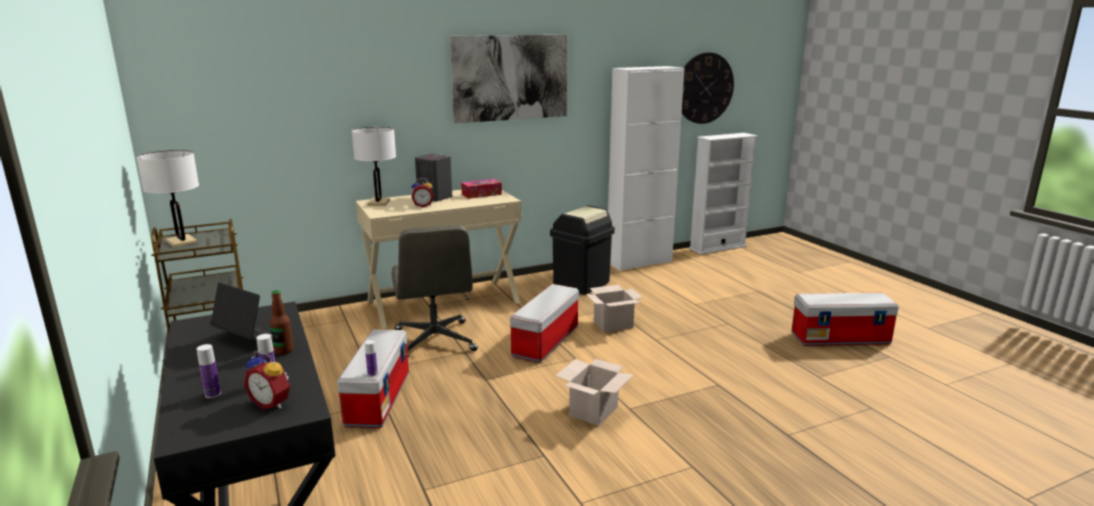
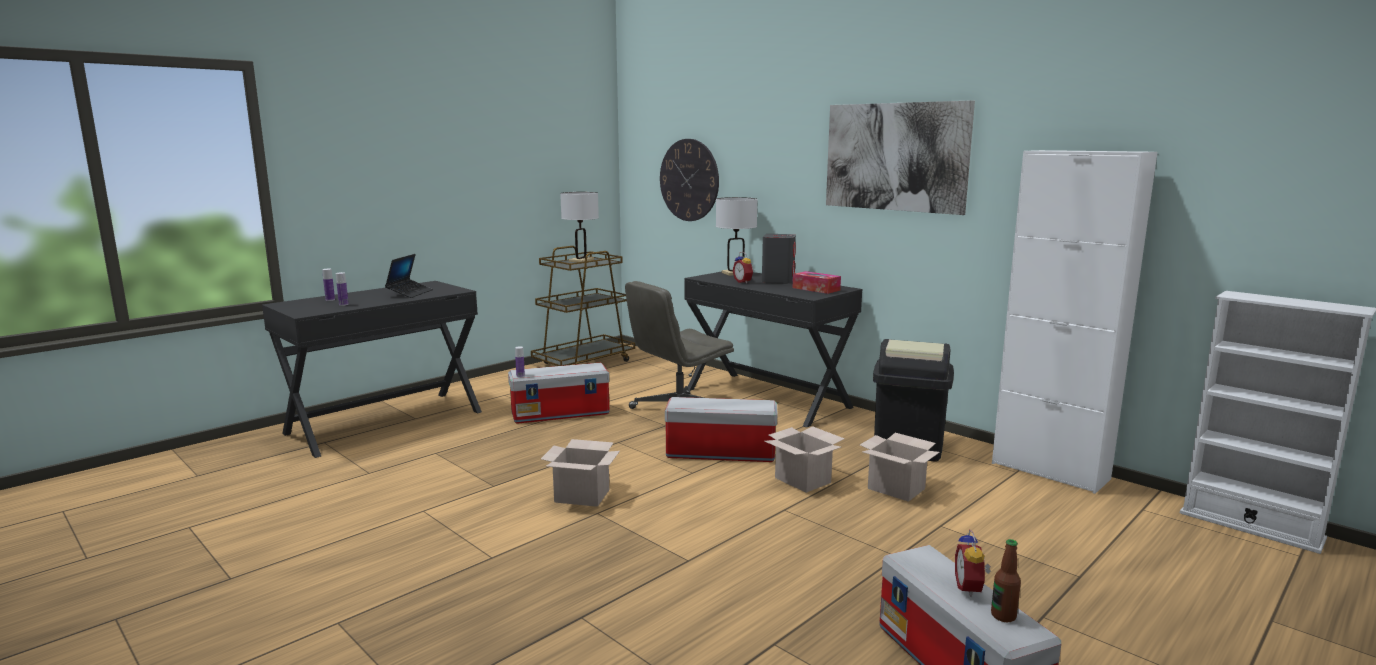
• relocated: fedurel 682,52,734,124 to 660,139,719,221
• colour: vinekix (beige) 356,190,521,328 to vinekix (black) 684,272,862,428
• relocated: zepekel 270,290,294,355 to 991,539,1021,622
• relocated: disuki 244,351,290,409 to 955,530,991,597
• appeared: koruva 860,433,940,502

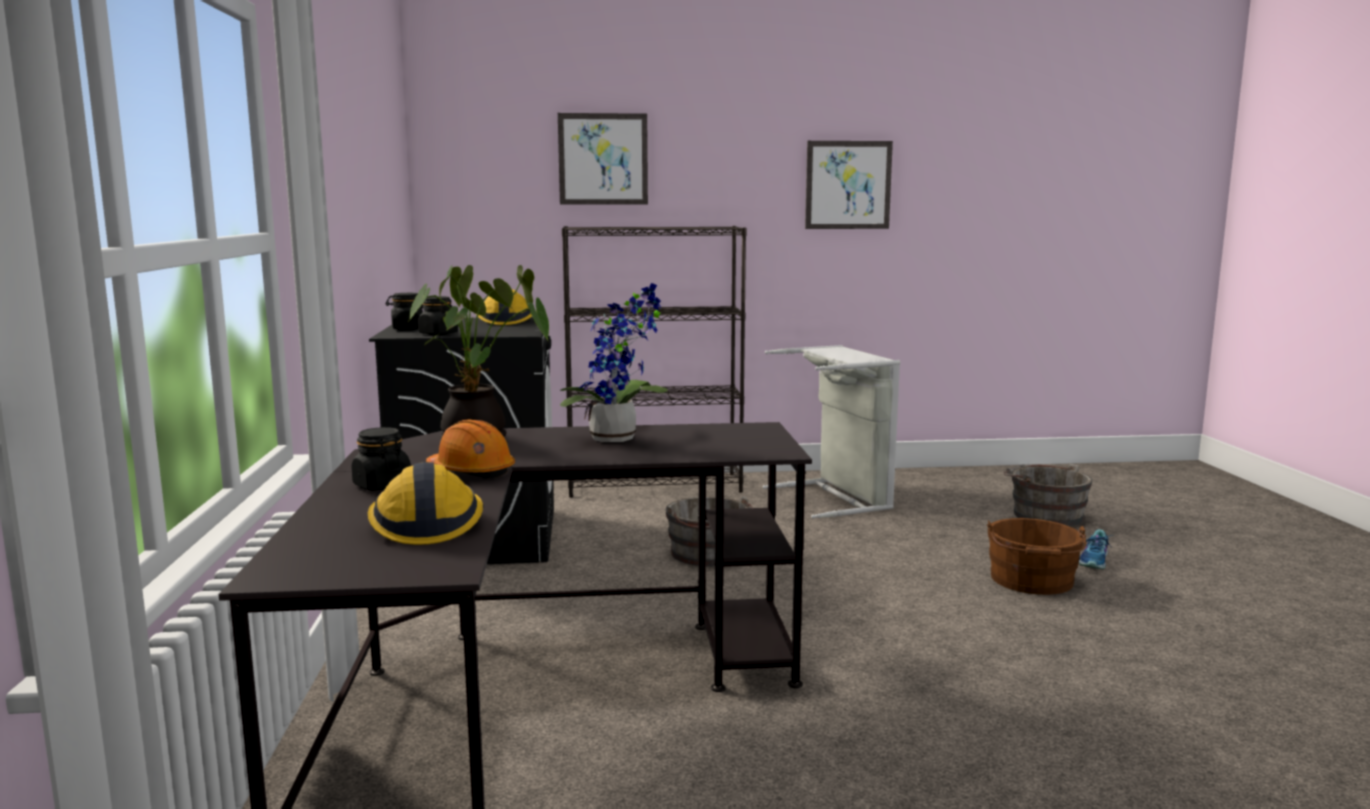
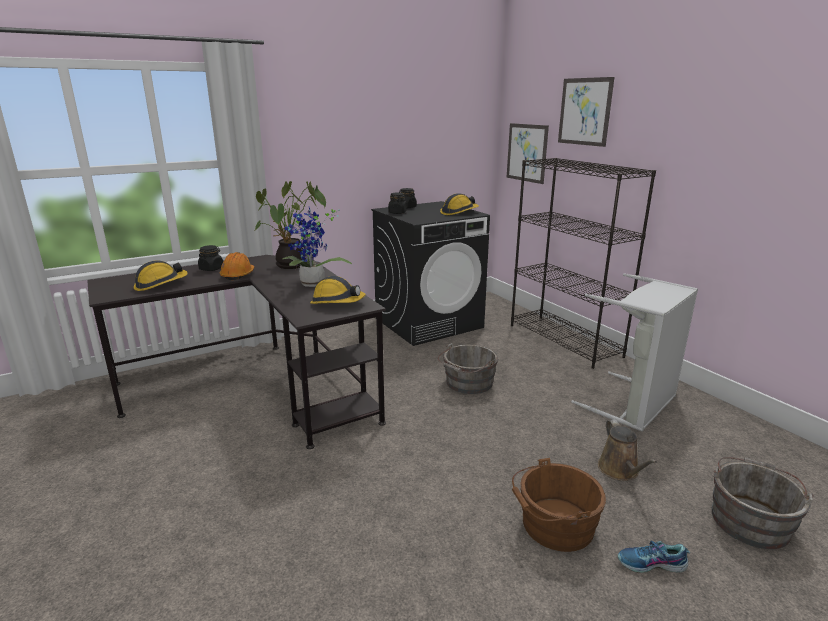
• relocated: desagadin 805,141,893,229 to 507,123,549,184
• appeared: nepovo 310,276,366,304
• appeared: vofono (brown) 598,419,657,481

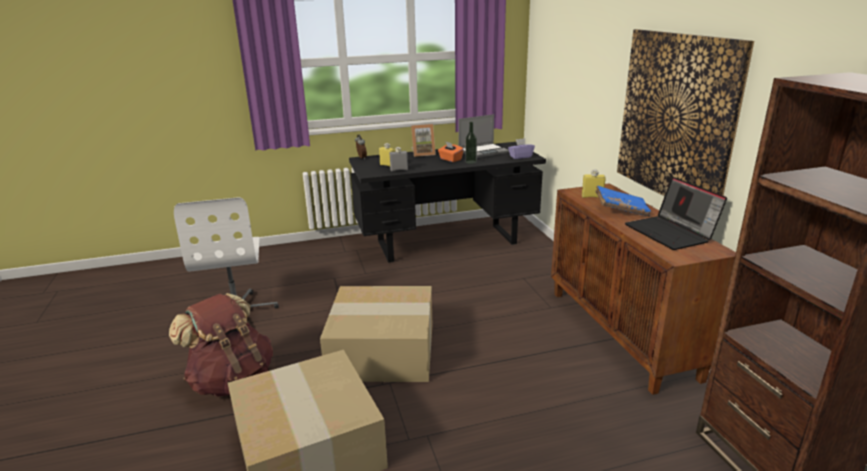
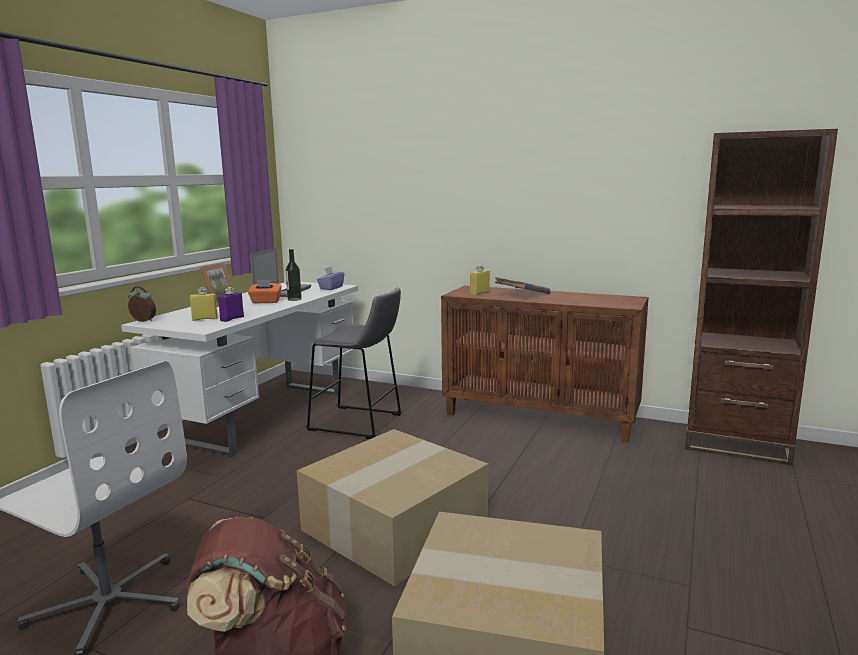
• missing: desagadin 617,29,754,196
• colour: vinekix (black) 349,142,546,263 to vinekix (white) 121,282,358,456
• colour: zepekel (grey) 390,147,408,171 to zepekel (purple) 218,287,244,322
• missing: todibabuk 625,177,727,250
• appeared: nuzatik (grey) 306,287,402,439

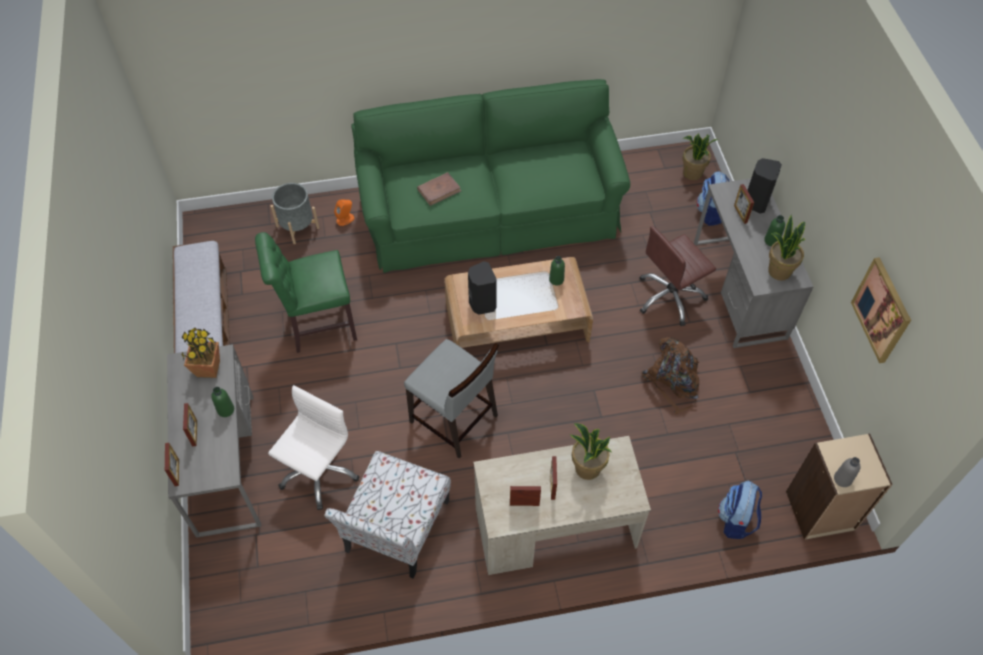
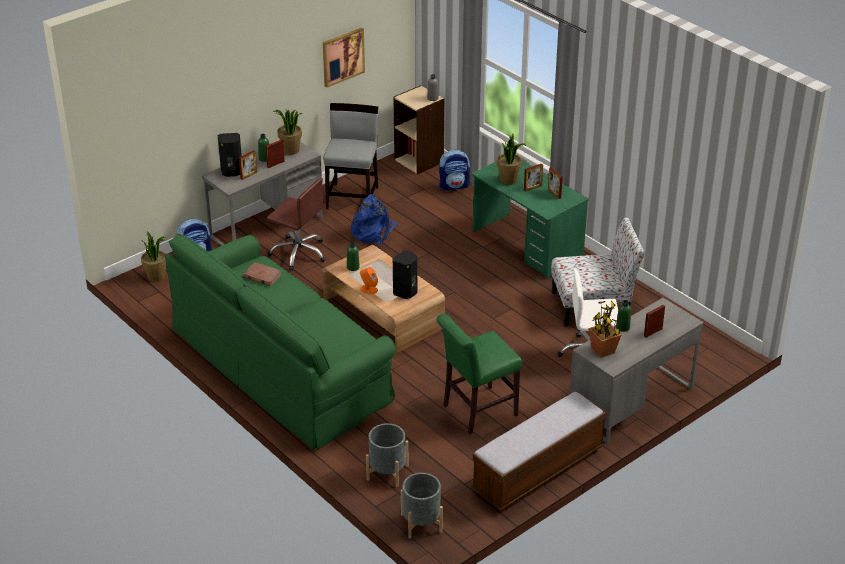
• relocated: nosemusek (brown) 417,172,461,206 to 243,262,282,286
• relocated: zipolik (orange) 334,200,354,226 to 360,267,378,294
• spun: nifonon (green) 255,232,357,353 = 437,313,522,434 105 degrees clockwise
• colour: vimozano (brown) 641,337,699,414 to vimozano (blue) 351,194,400,246
• relocated: nifonon (grey) 404,339,499,459 to 323,103,378,210
• colour: vinekix (beige) 473,436,651,575 to vinekix (green) 471,160,589,279
• relocated: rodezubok 165,443,179,486 to 266,139,285,168
• appeared: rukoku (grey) 401,473,443,538

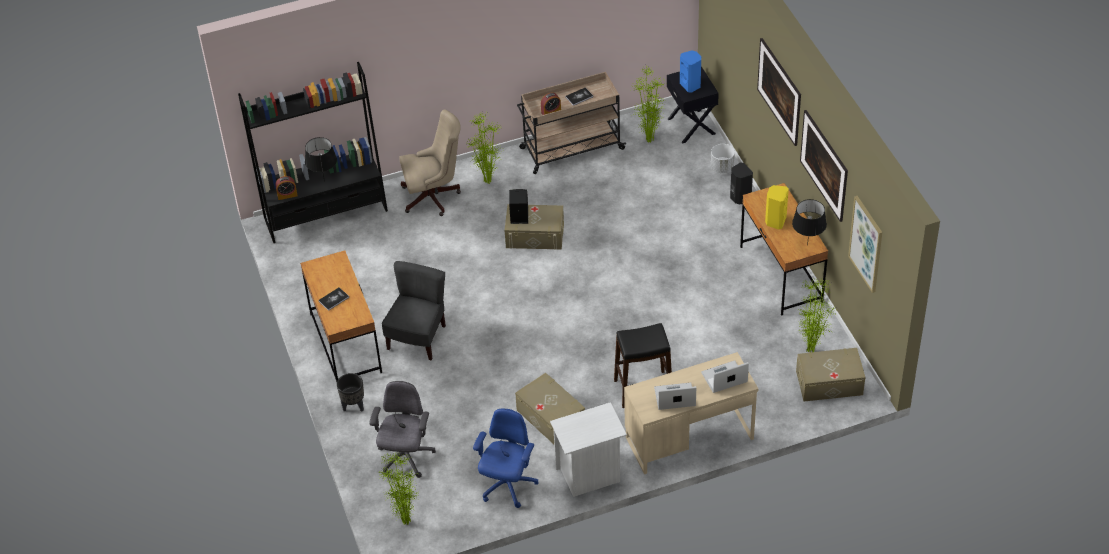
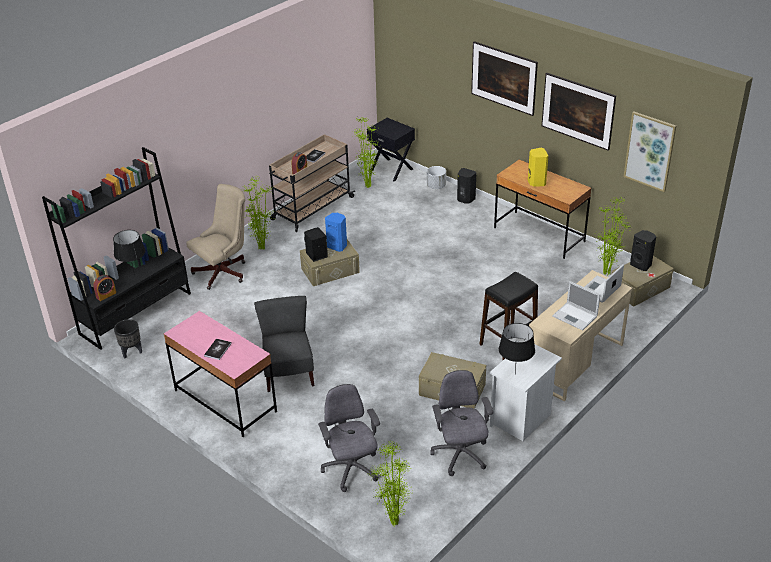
• relocated: zipolik (blue) 680,50,701,93 to 325,213,347,252
• relocated: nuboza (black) 792,199,827,246 to 499,323,535,373
• colour: vinekix (brown) 300,250,382,382 to vinekix (pink) 164,311,277,437
• relocated: rukoku (black) 337,373,364,411 to 114,319,142,359
• spun: todibabuk 654,383,696,410 = 552,281,600,331 105 degrees counterclockwise
• colour: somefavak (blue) 473,409,538,508 to somefavak (grey) 430,370,493,476
• appeared: zipolik (black) 630,230,656,271

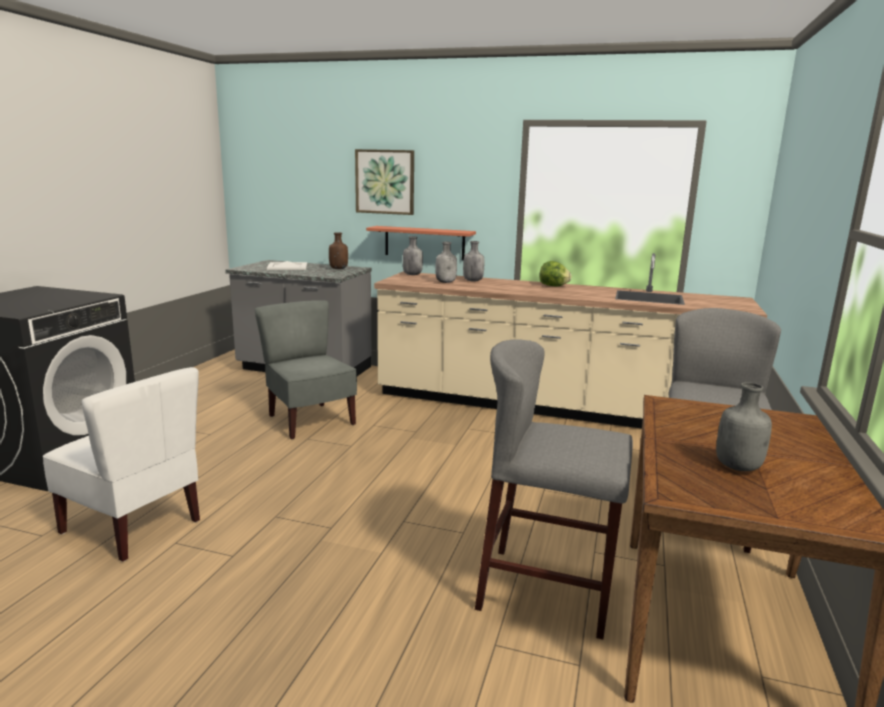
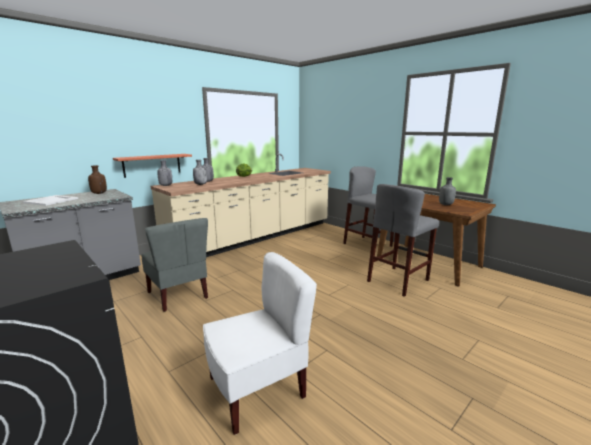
• missing: desagadin 355,149,414,215
• spun: nifonon (grey) 254,300,357,439 = 141,218,208,312 120 degrees counterclockwise

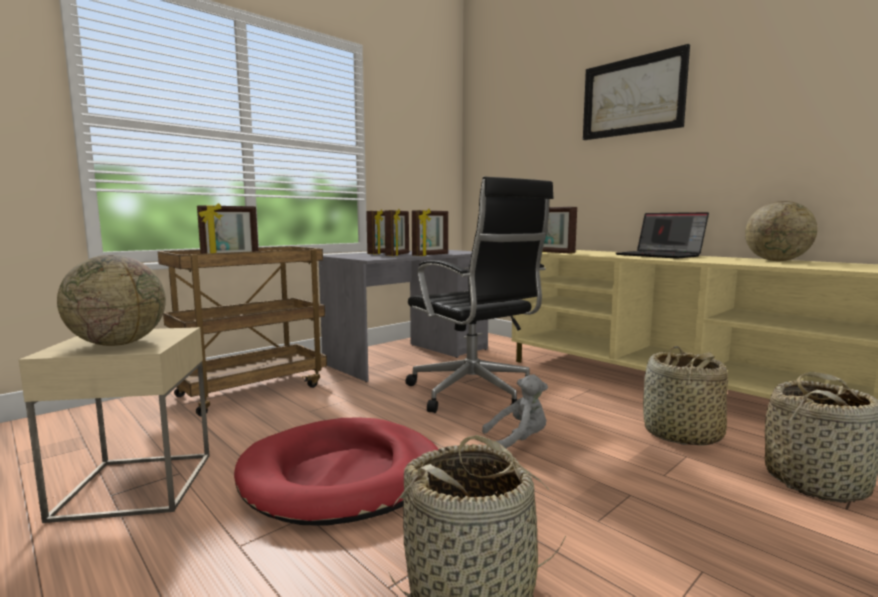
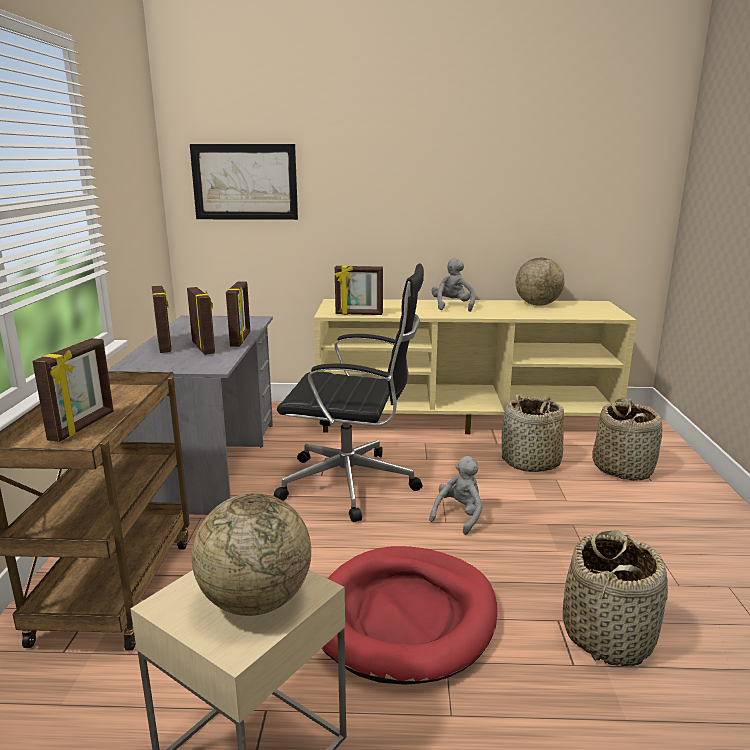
• relocated: desagadin 583,44,690,140 to 190,144,298,220
• exchanged: todibabuk 616,212,709,259 to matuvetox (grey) 431,258,476,312

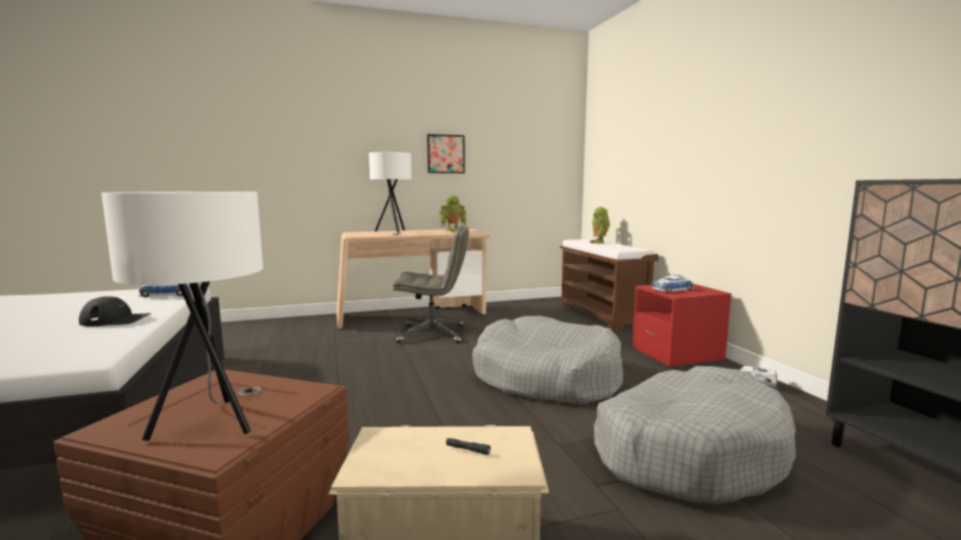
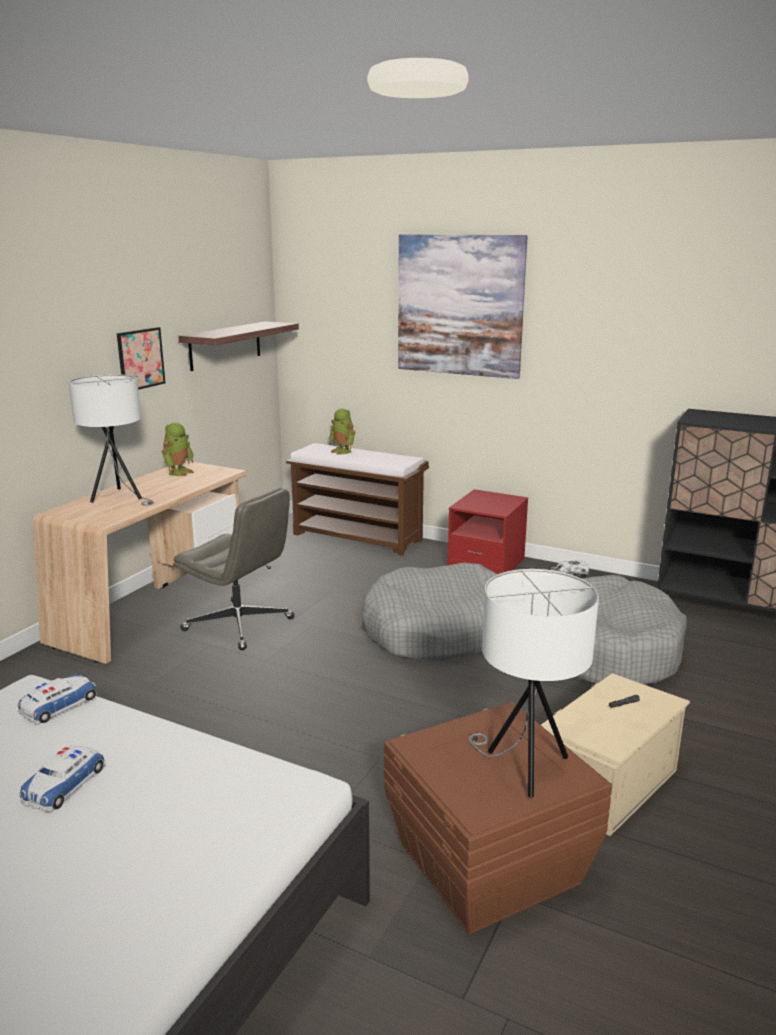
• spun: somefavak (grey) 392,226,469,344 = 173,488,295,650 75 degrees clockwise
• relocated: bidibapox 652,275,693,293 to 20,746,106,812
• missing: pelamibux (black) 79,296,152,326
• appeared: desagadin 398,234,528,379
• appeared: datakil 178,321,299,371

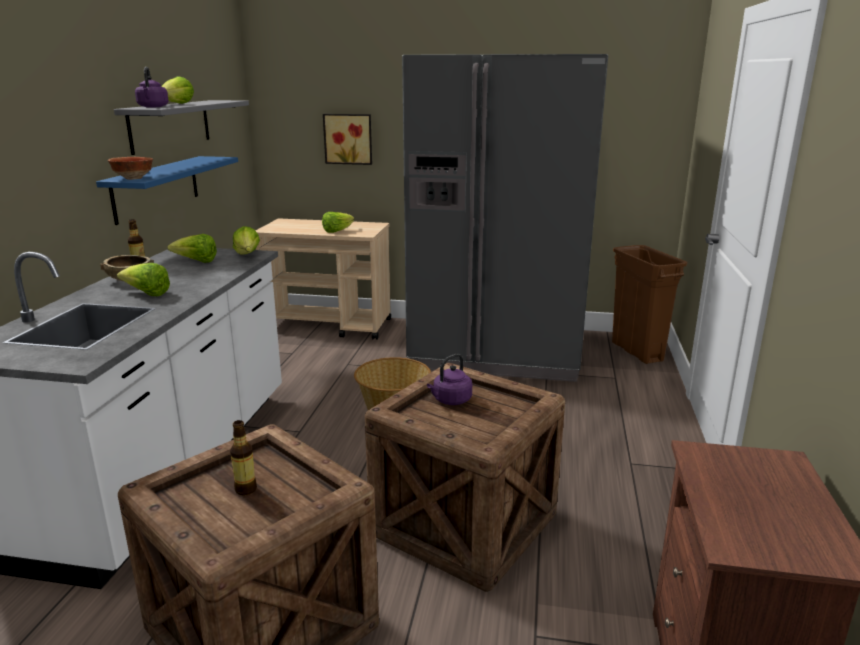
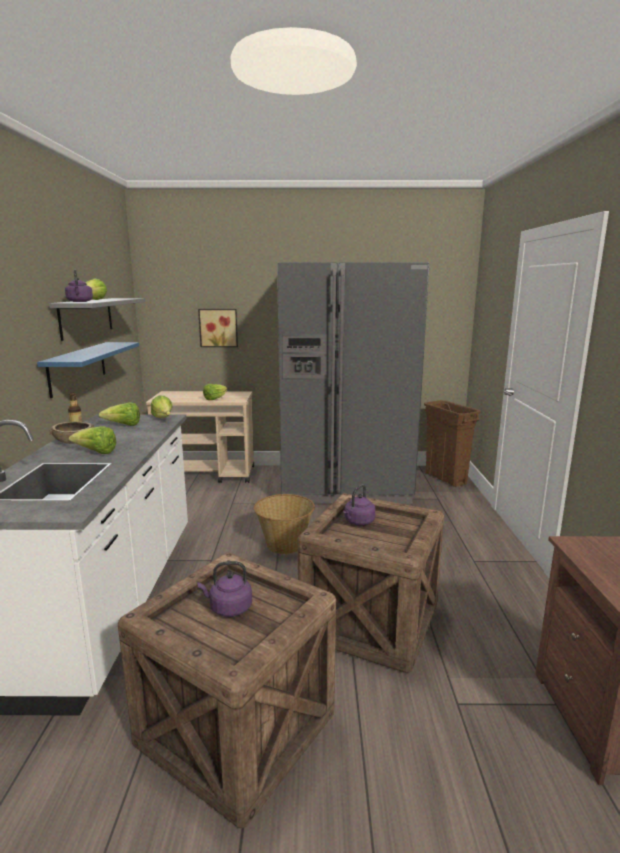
• missing: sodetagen 108,157,153,180
• exchanged: zepekel 230,420,257,495 to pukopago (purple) 198,561,252,617

